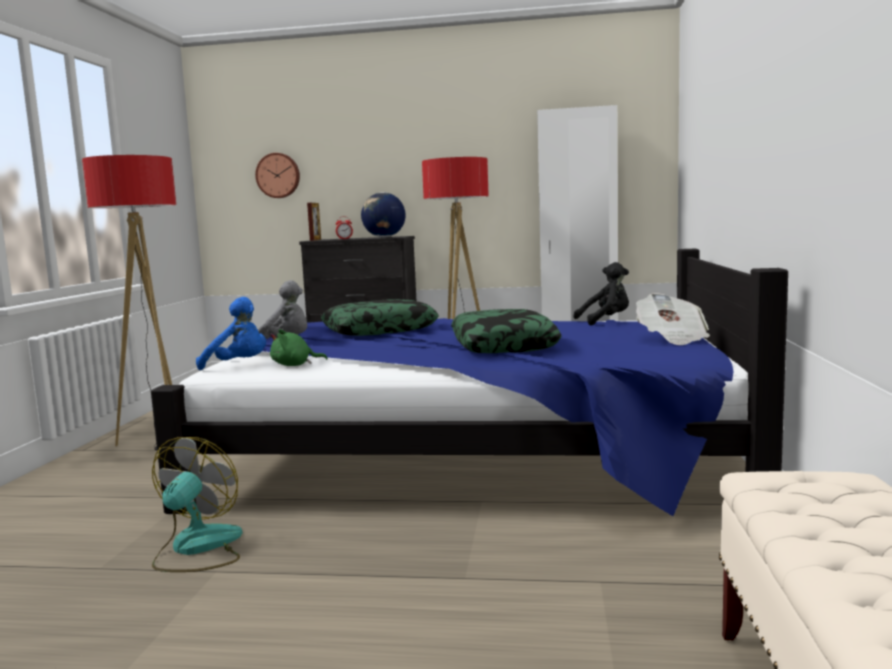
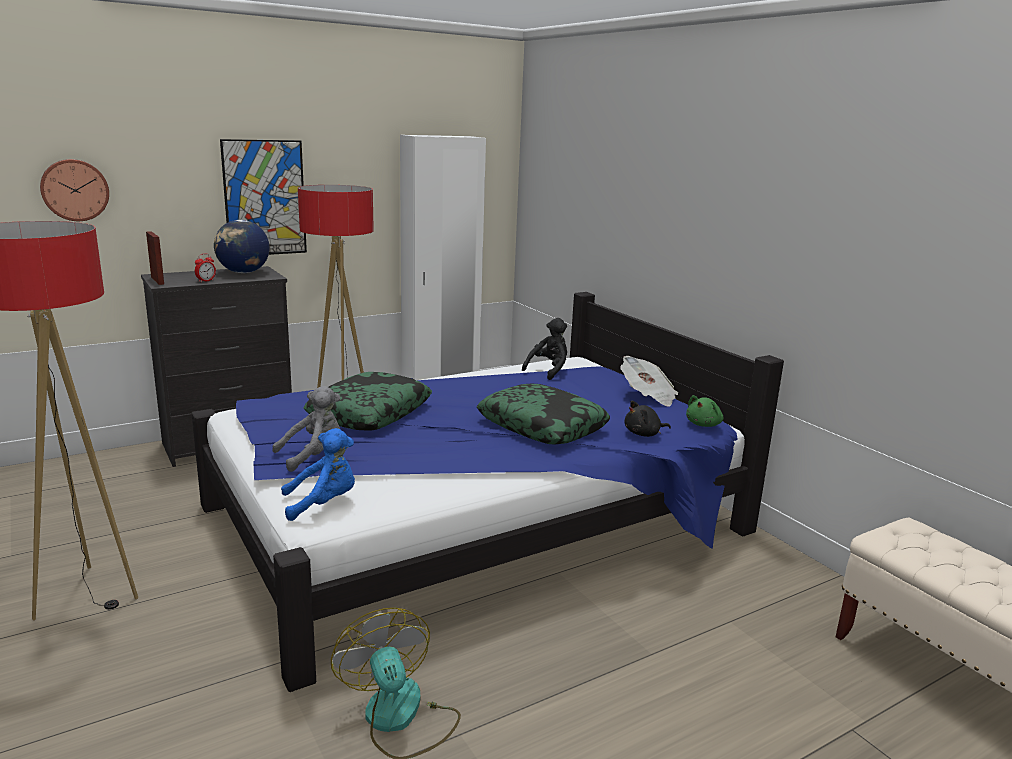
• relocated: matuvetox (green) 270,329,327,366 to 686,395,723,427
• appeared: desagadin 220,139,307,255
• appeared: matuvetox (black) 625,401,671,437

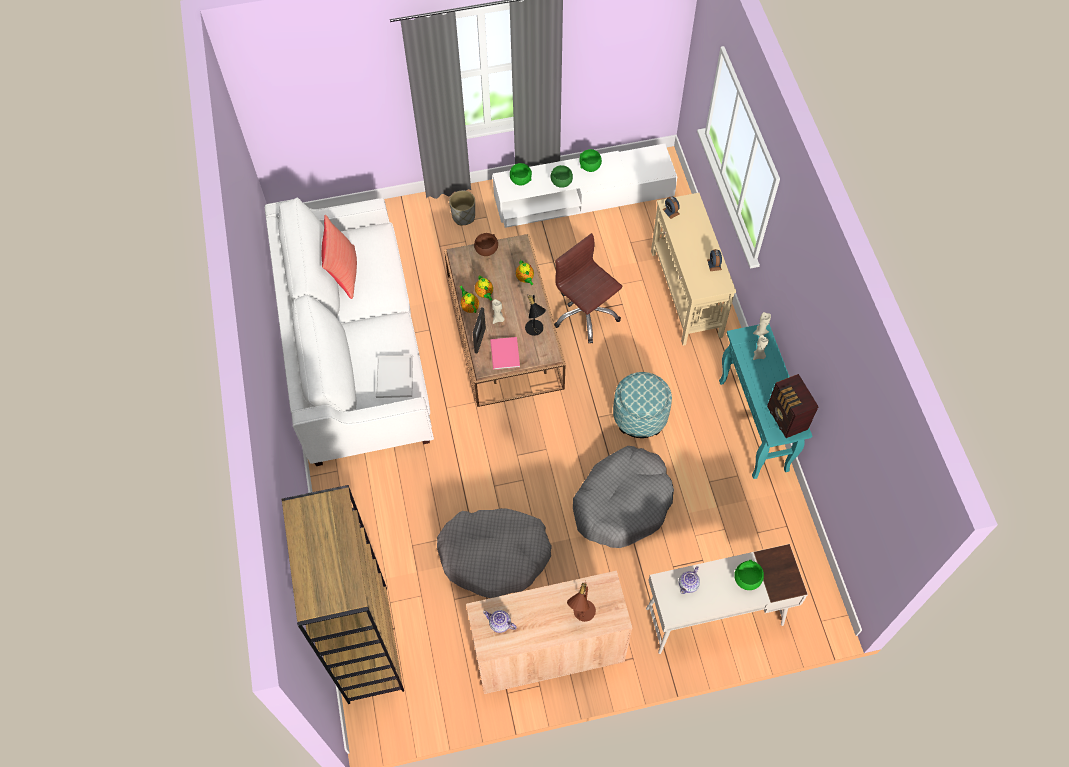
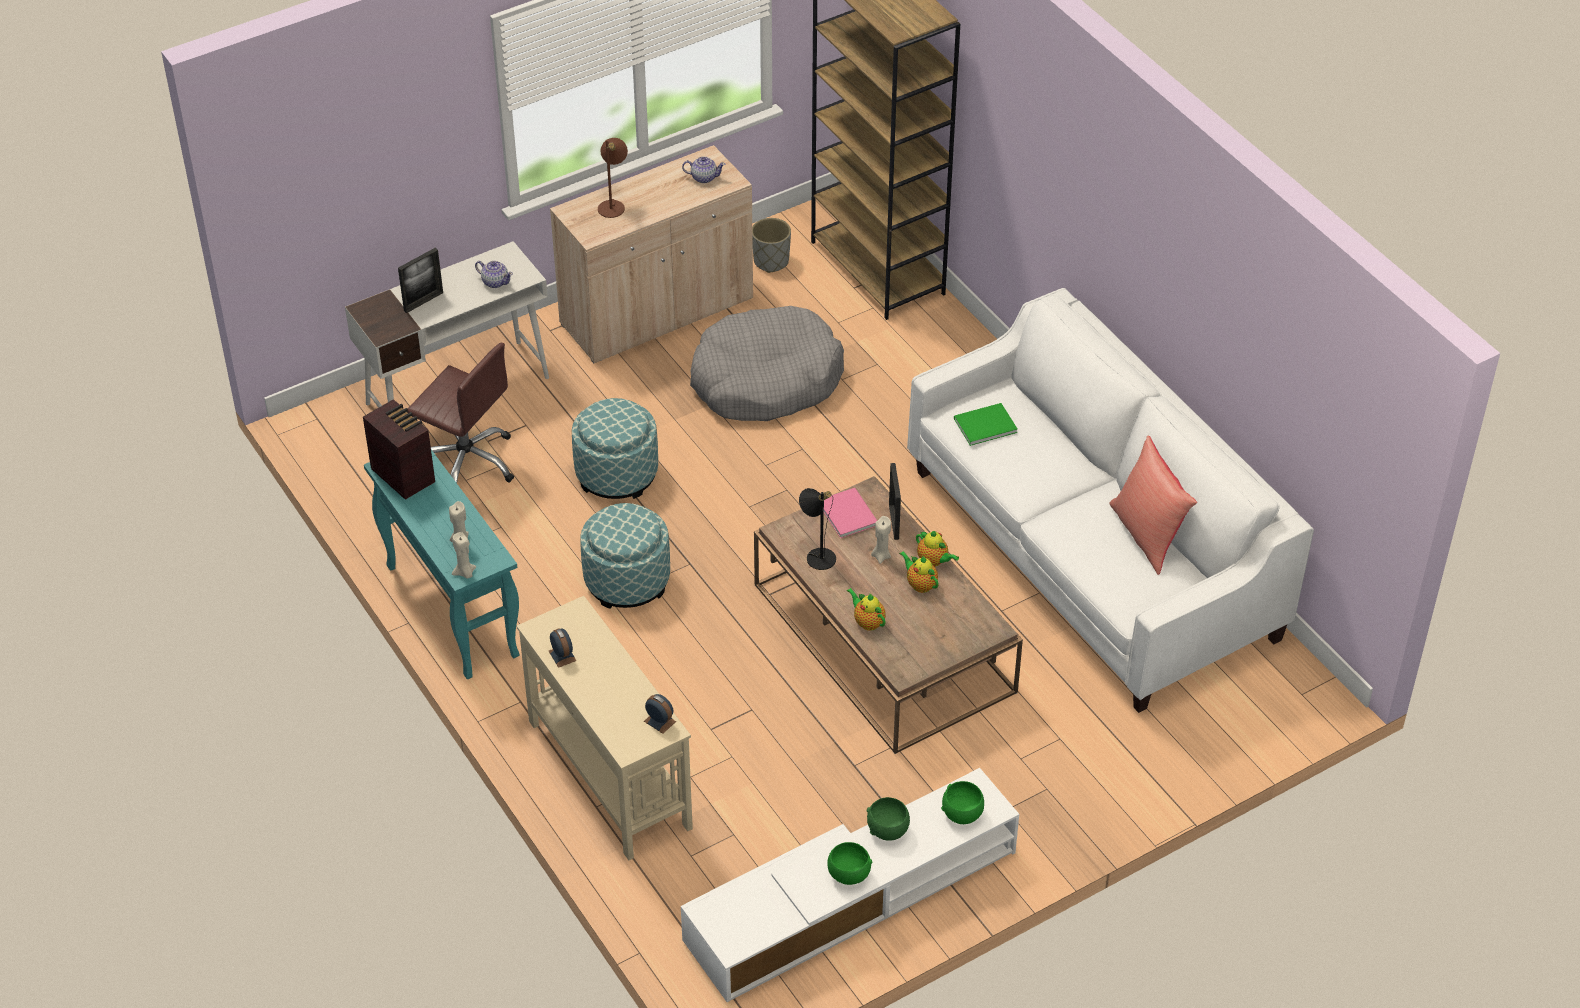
• relocated: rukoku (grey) 449,190,475,225 to 752,218,791,273
• missing: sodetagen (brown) 474,233,498,256
• relocated: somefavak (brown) 554,233,622,343 to 408,343,514,483
• exchanged: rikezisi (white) 376,354,413,398 to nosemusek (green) 954,403,1017,446
• exchanged: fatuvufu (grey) 573,446,674,548 to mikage 572,398,658,499
• exchanged: sodetagen (green) 734,560,764,590 to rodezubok 398,248,443,313
• spun: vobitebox 679,566,700,594 = 475,261,513,288 105 degrees clockwise

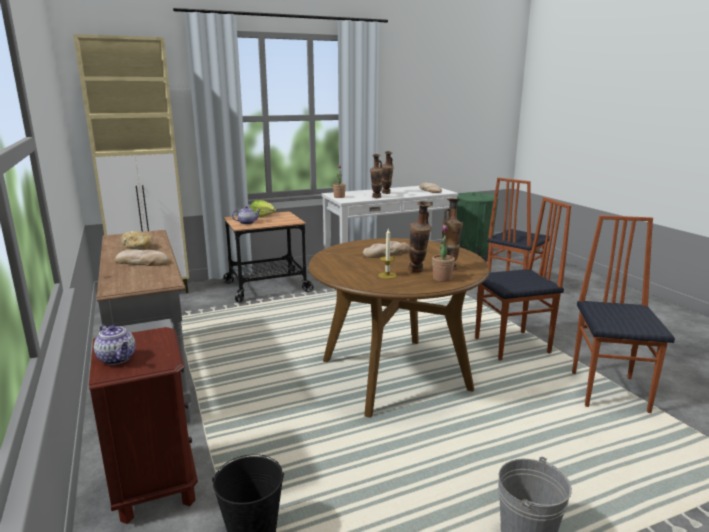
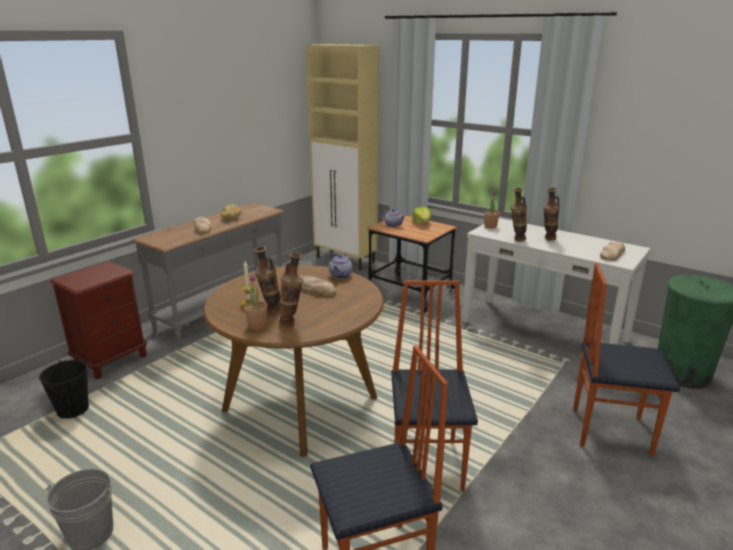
• spun: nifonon 475,197,571,360 = 391,280,478,492 135 degrees counterclockwise
• relocated: vobitebox 94,325,136,365 to 329,253,352,279

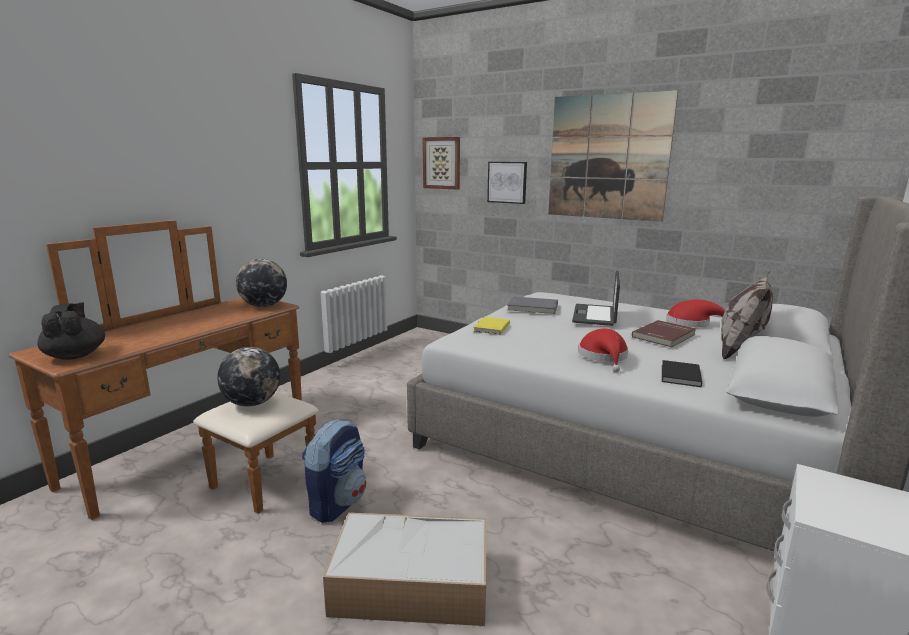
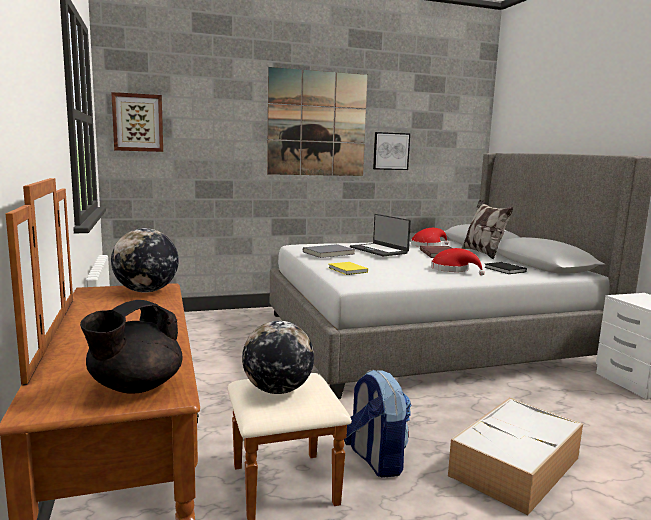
• relocated: desagadin 487,162,527,204 to 373,132,410,170
• spun: vobitebox (black) 37,302,105,360 = 80,300,183,394 75 degrees counterclockwise

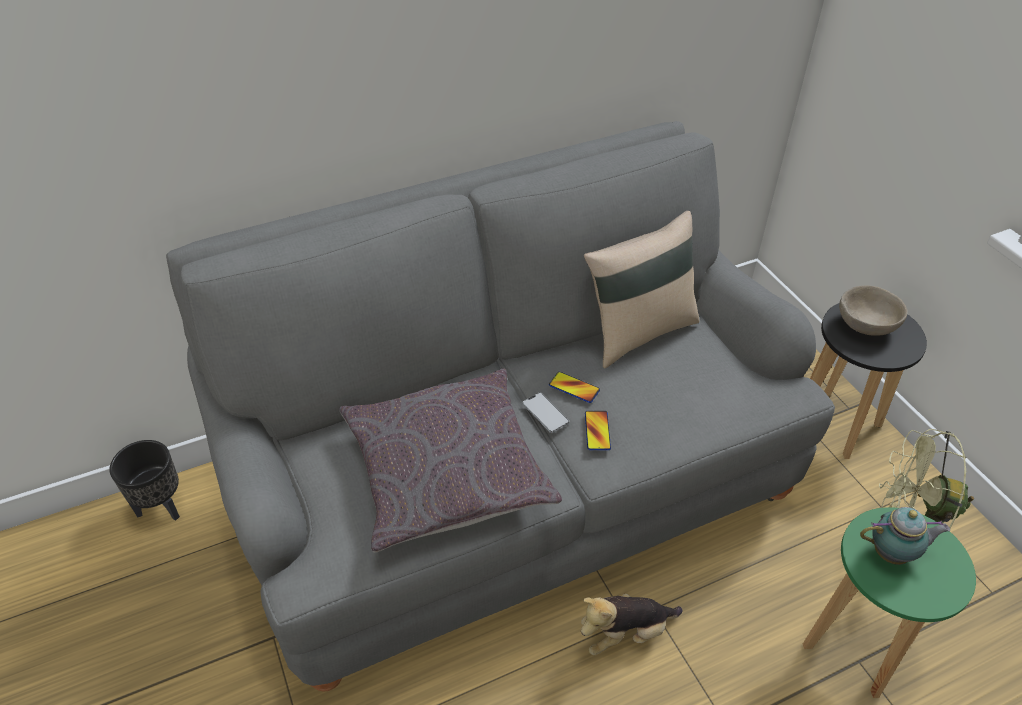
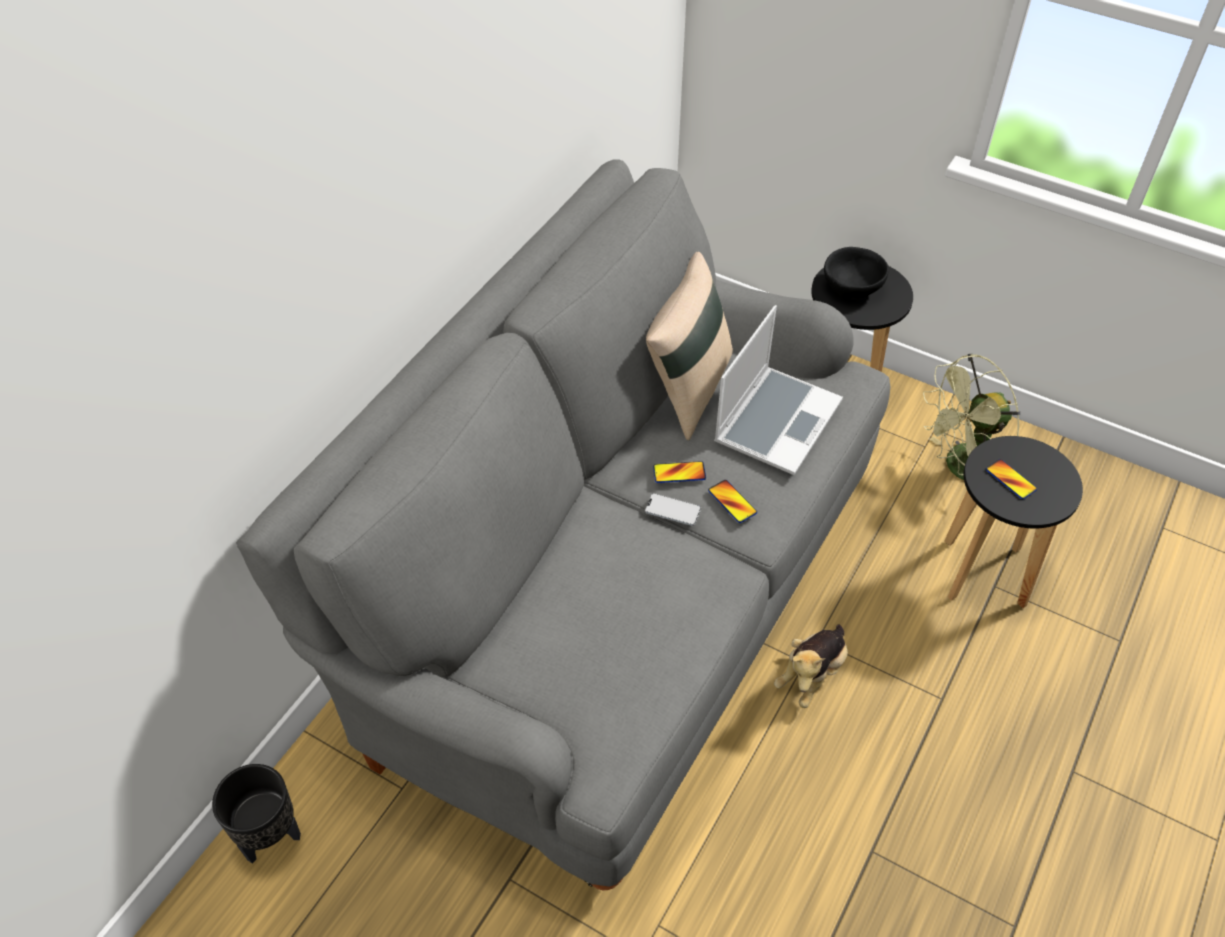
• colour: sodetagen (beige) 839,285,907,336 to sodetagen (black) 824,247,889,298
• missing: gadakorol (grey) 339,369,562,553
• colour: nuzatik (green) 803,507,976,698 to nuzatik (black) 944,436,1083,608
• exchanged: vobitebox 860,507,950,565 to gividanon 986,459,1037,499
• appeared: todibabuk 714,305,843,475

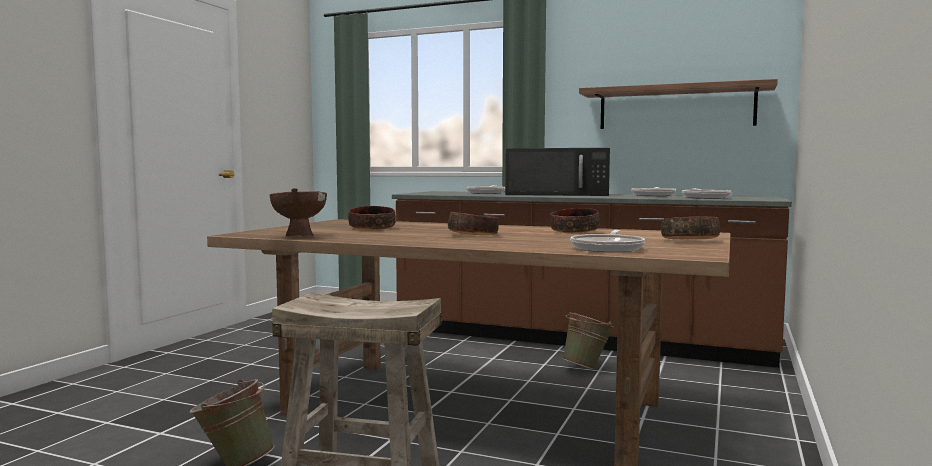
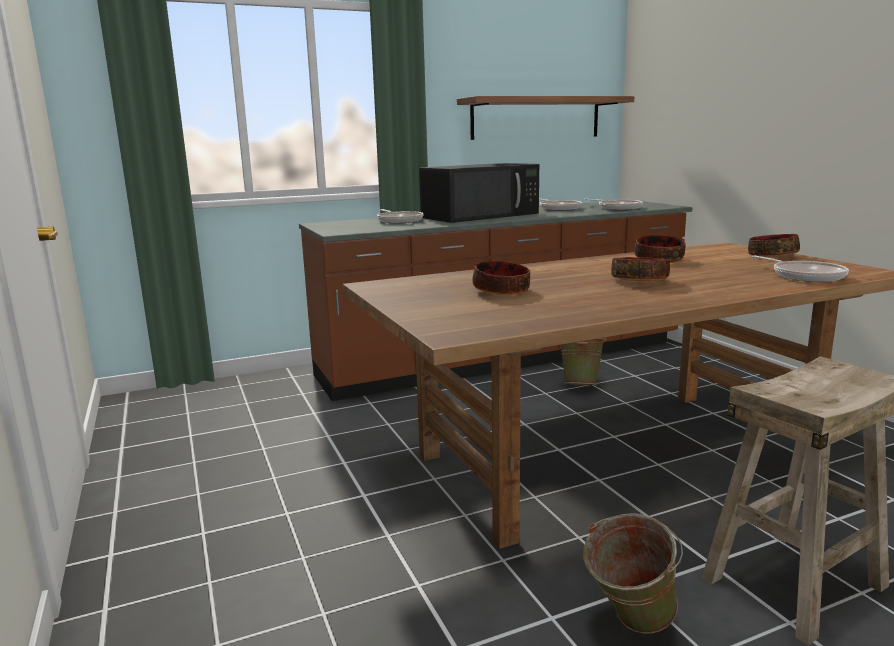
• missing: sodetagen (brown) 270,188,327,236

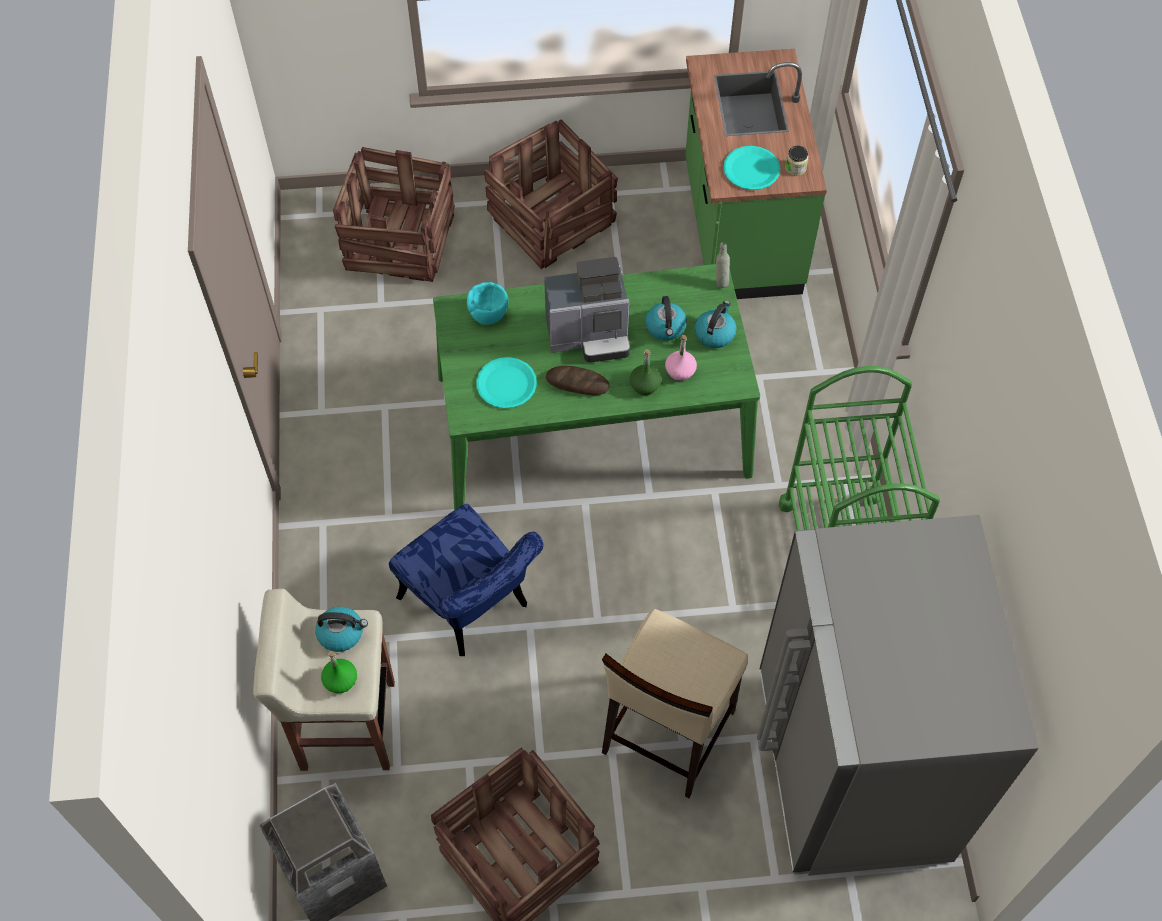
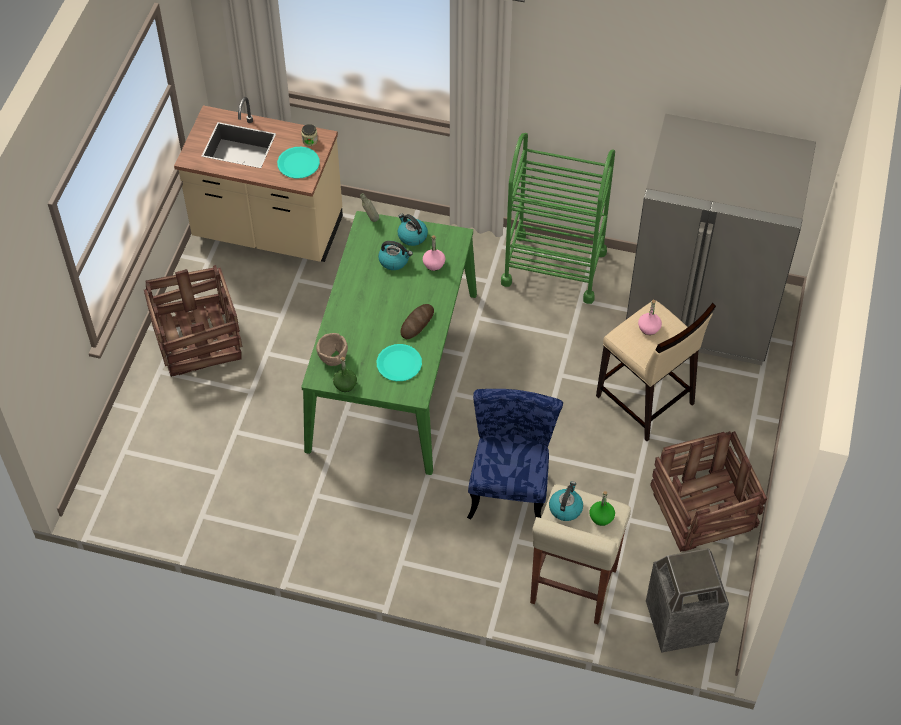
• colour: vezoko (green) 685,49,827,299 to vezoko (beige) 174,97,343,262
• missing: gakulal 333,147,455,282
• missing: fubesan 544,257,630,363
• colour: sodetagen (turquoise) 467,282,508,325 to sodetagen (brown) 316,333,348,366
• relocated: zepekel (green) 630,349,662,395 to 333,357,357,392
• spun: nifonon (blue) 389,504,544,656 = 467,389,563,519 60 degrees counterclockwise
• appeared: zepekel (pink) 638,300,662,335

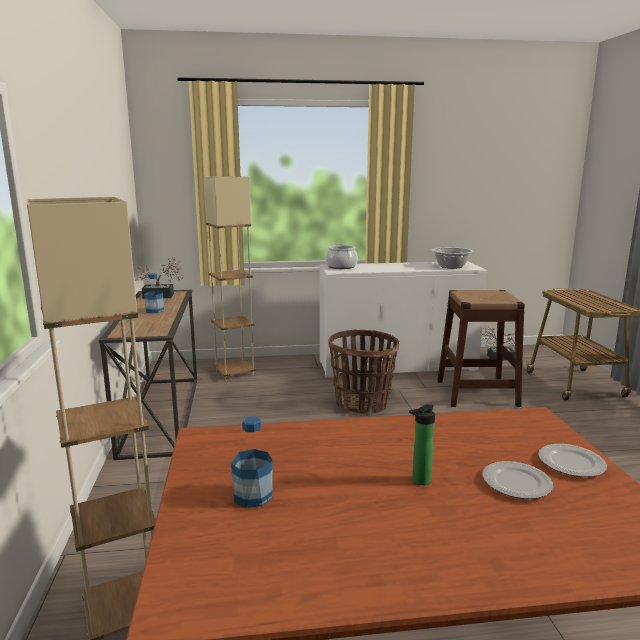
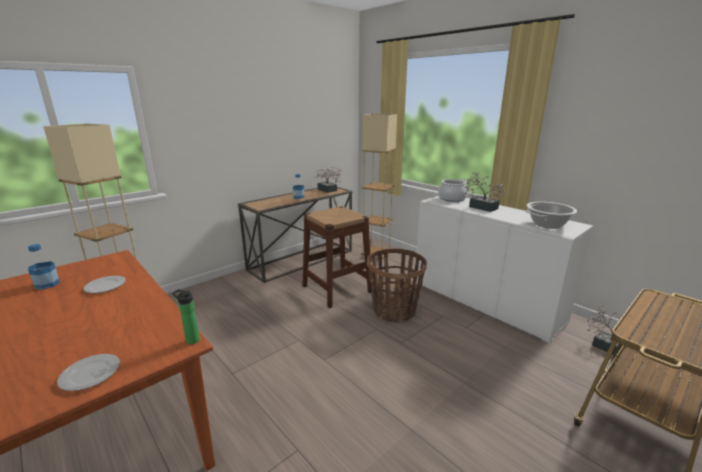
• relocated: nuzatik (brown) 437,290,525,407 to 302,206,373,308
• relocated: zepekel 409,405,435,485 to 172,289,200,344
• relocated: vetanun 482,461,553,499 to 83,276,126,293
• appeared: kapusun 464,172,506,212

